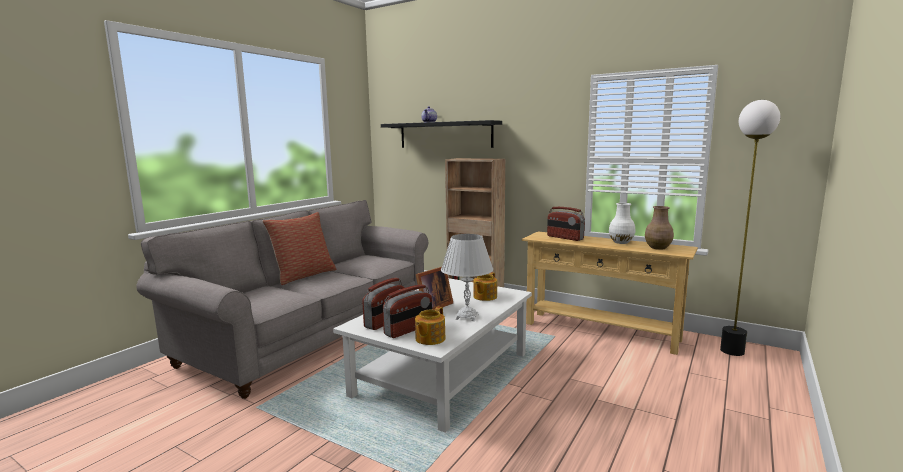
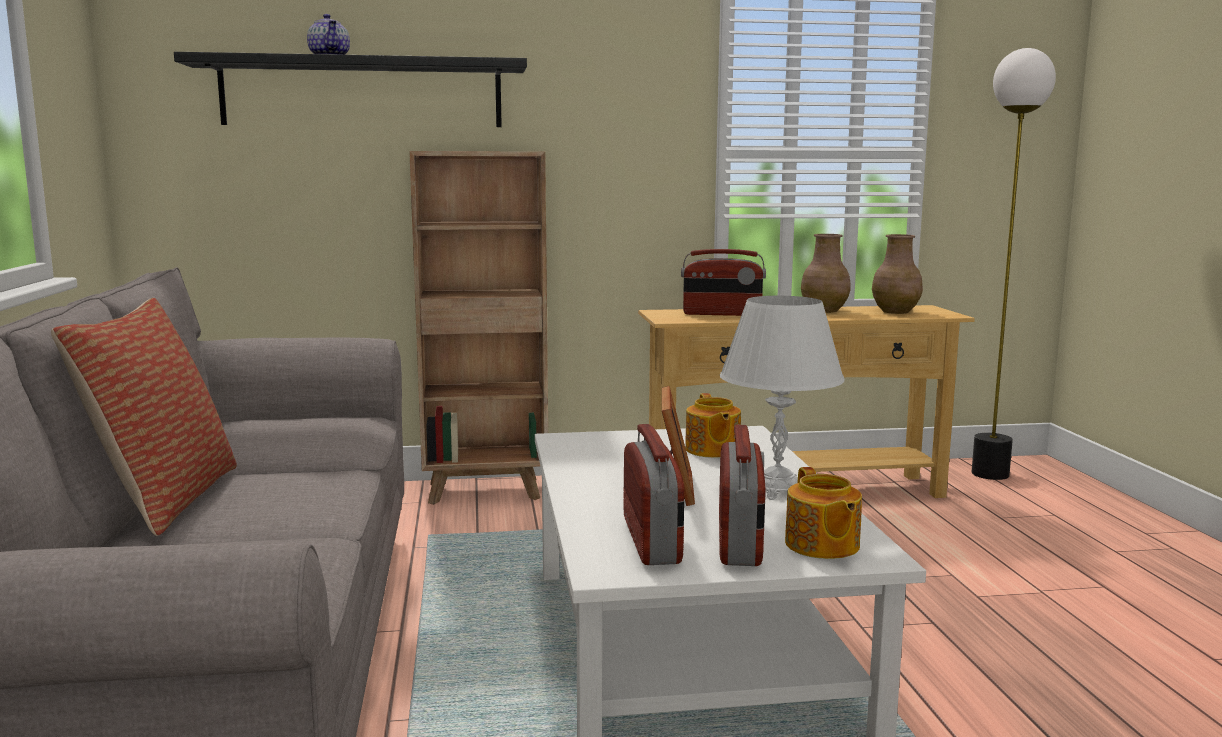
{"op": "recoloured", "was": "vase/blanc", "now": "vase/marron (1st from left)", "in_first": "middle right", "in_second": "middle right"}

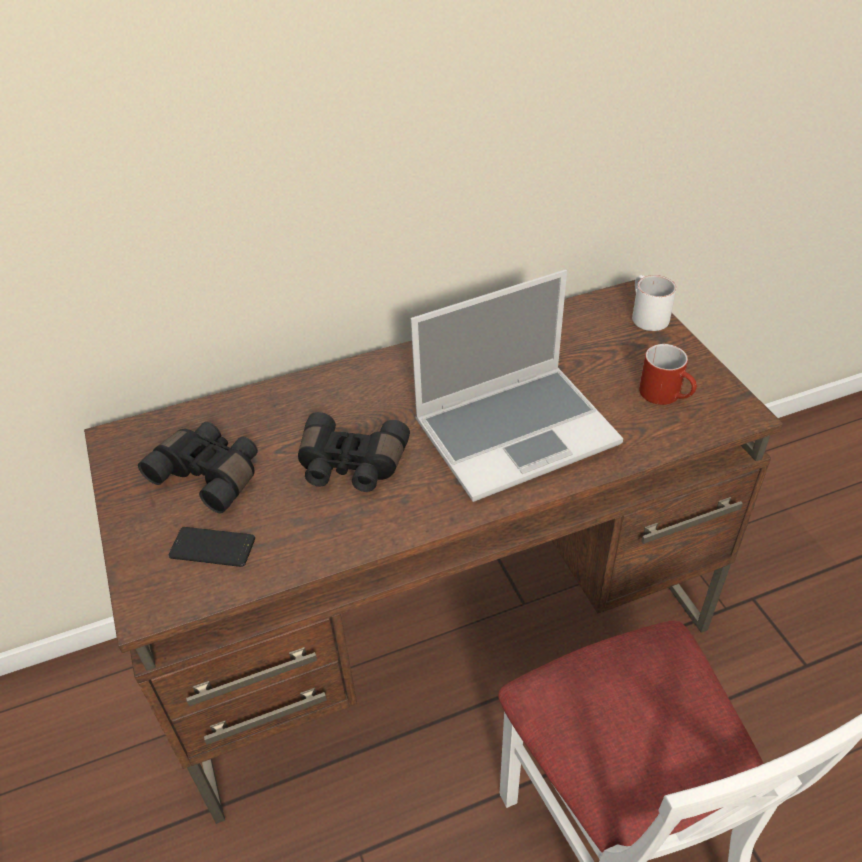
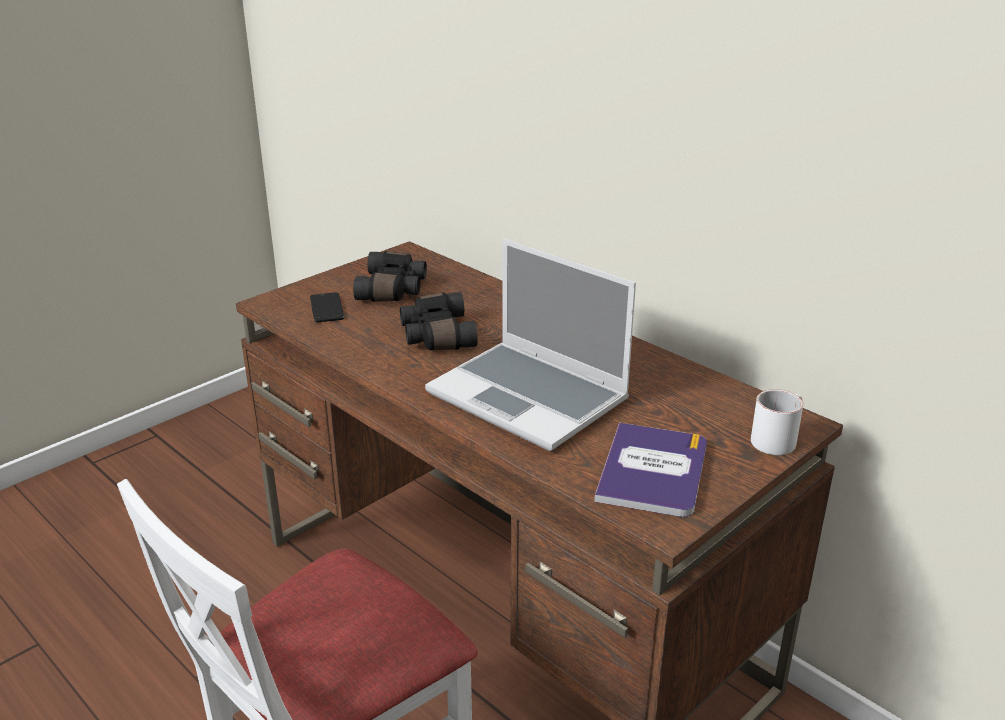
{"op": "replaced", "was": "mug/rouge", "now": "livre", "in_first": "middle right", "in_second": "centre"}

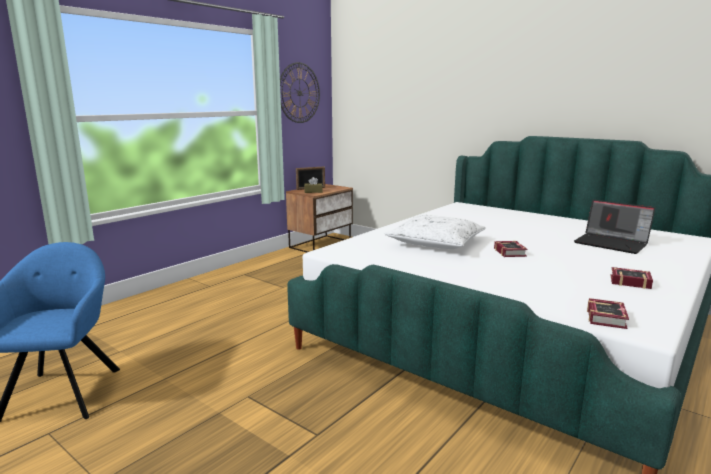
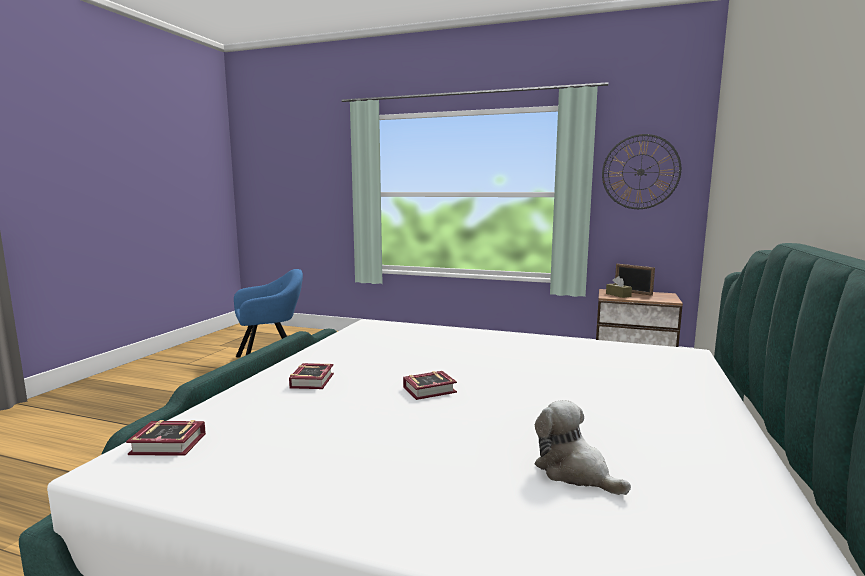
{"op": "moved", "was": "livre (3rd from left in the first image)", "now": "livre (2nd from left)", "in_first": "middle right", "in_second": "centre"}
{"op": "replaced", "was": "ordinateur portable", "now": "peluche", "in_first": "middle right", "in_second": "bottom right"}
{"op": "removed", "was": "coussin/blanc", "in_first": "centre"}

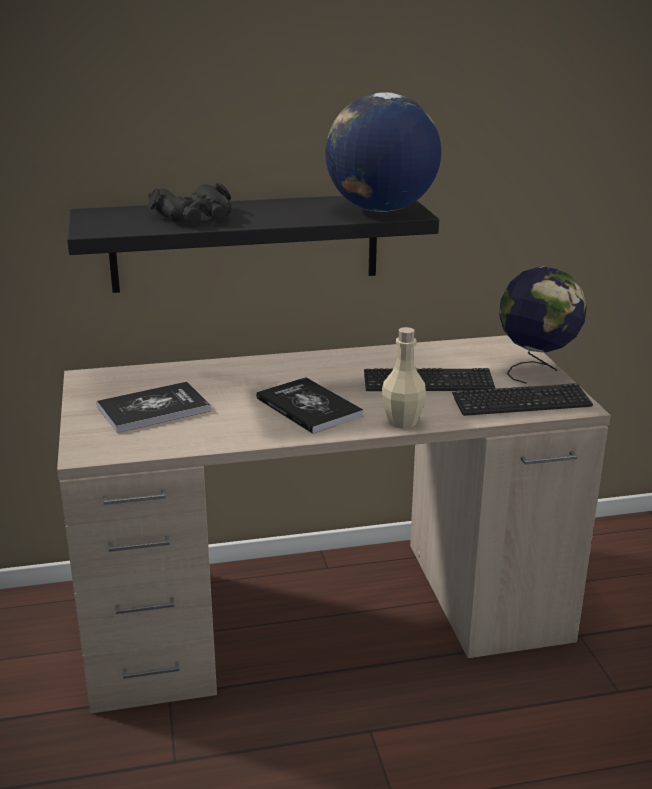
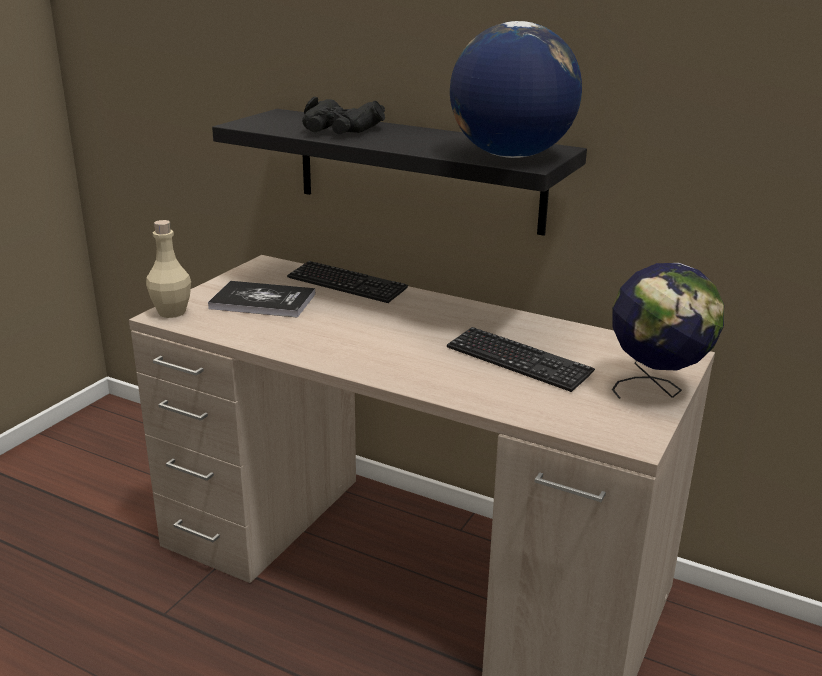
{"op": "moved", "was": "bouteille/beige", "in_first": "centre", "in_second": "middle left"}
{"op": "moved", "was": "clavier (2nd from left in the first image)", "now": "clavier (1st from left)", "in_first": "middle right", "in_second": "centre"}
{"op": "removed", "was": "livre (2nd from left)", "in_first": "centre"}

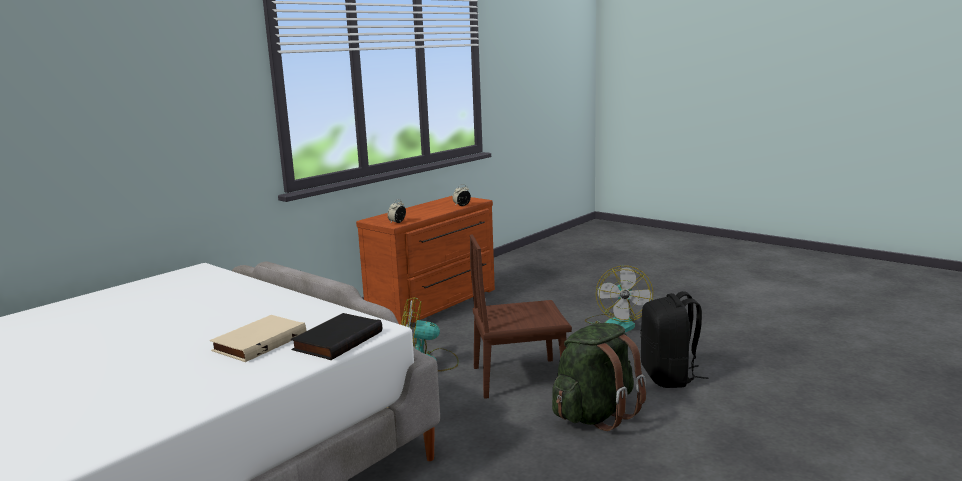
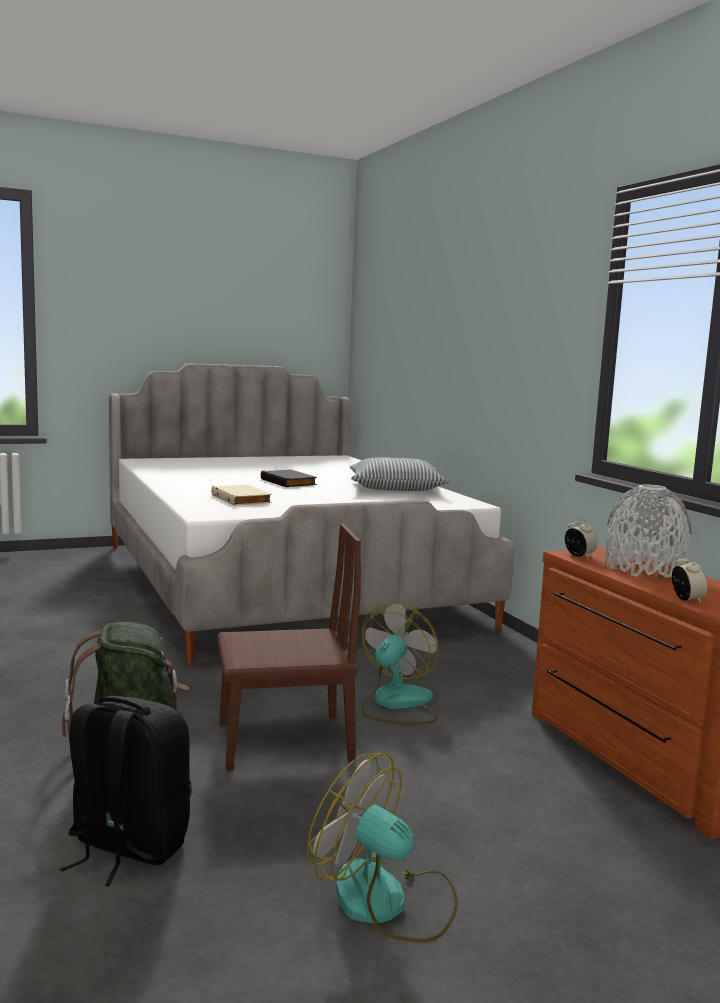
{"op": "turned", "was": "chaise/marron", "in_first": "centre", "in_second": "centre", "clockwise": 60}
{"op": "moved", "was": "livre/noir", "in_first": "bottom centre", "in_second": "centre"}
{"op": "added", "now": "coussin", "in_second": "centre"}
{"op": "added", "now": "vase/gris", "in_second": "middle right"}

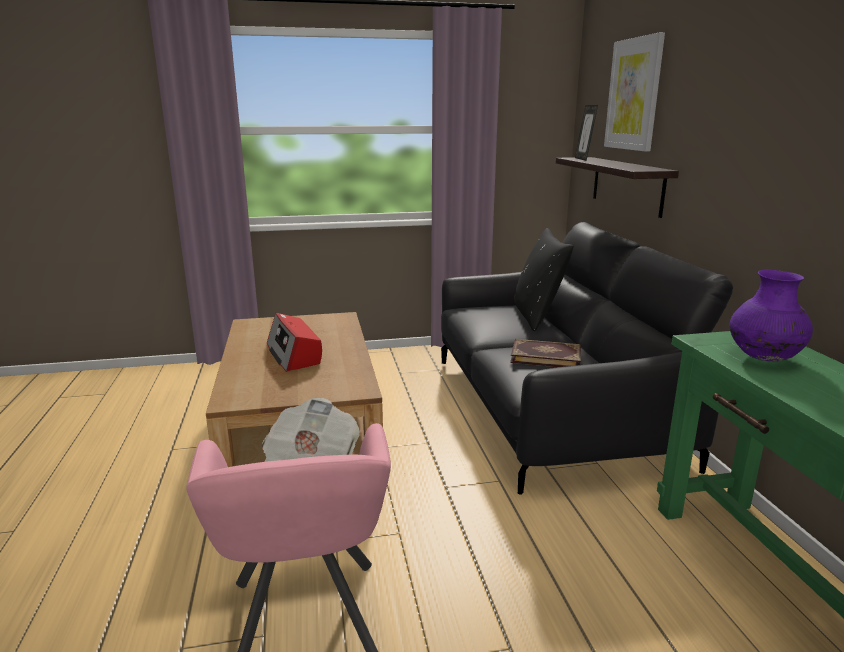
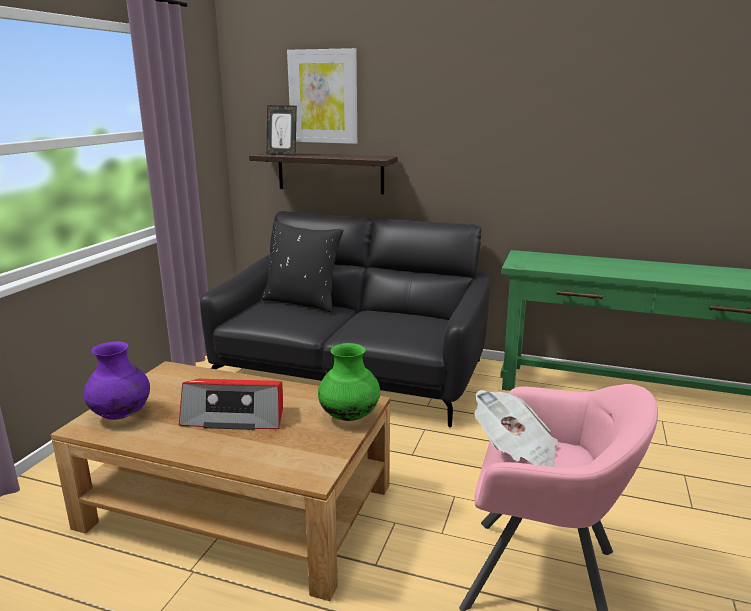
{"op": "moved", "was": "vase/violet", "in_first": "middle right", "in_second": "middle left"}
{"op": "added", "now": "vase/vert", "in_second": "centre"}
{"op": "removed", "was": "livre", "in_first": "centre"}

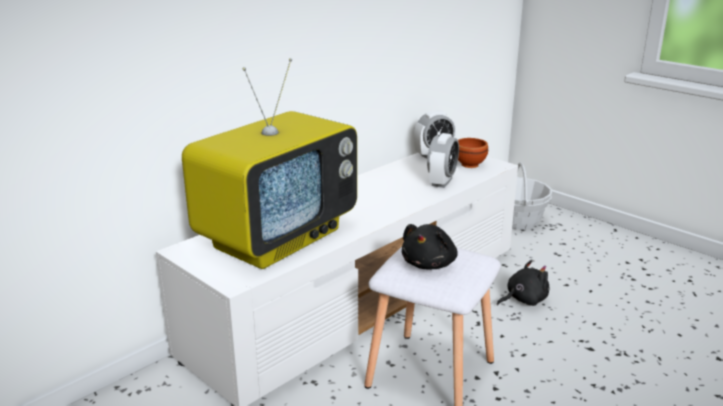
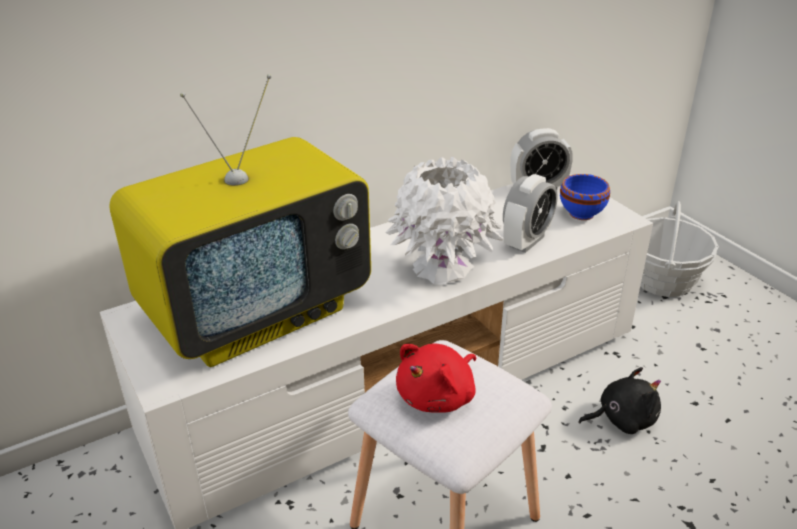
{"op": "added", "now": "vase/blanc", "in_second": "centre"}
{"op": "recoloured", "was": "peluche/noir (1st from left)", "now": "peluche/rouge", "in_first": "centre", "in_second": "bottom centre"}
{"op": "recoloured", "was": "bol/marron", "now": "bol/bleu", "in_first": "centre", "in_second": "middle right"}

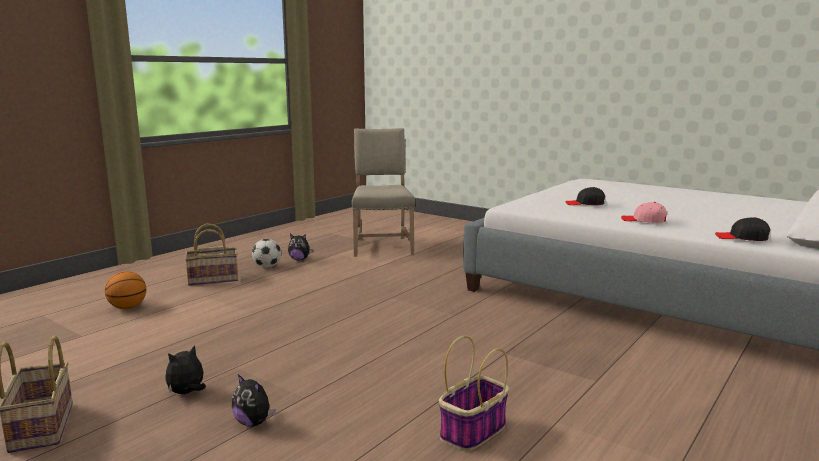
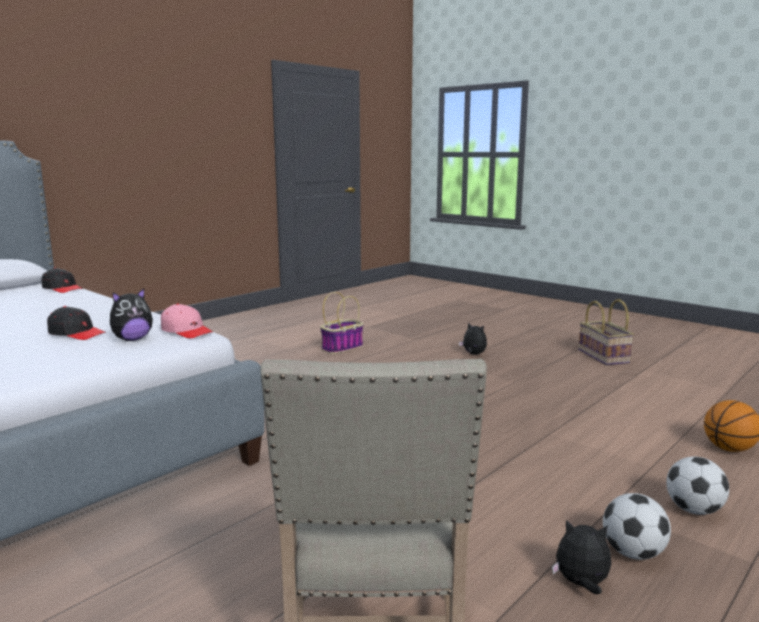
{"op": "moved", "was": "peluche (1st from left)", "in_first": "bottom left", "in_second": "middle left"}
{"op": "moved", "was": "casquette/rose", "in_first": "middle right", "in_second": "middle left"}
{"op": "replaced", "was": "panier (2nd from left)", "now": "ballon de foot (2nd from left)", "in_first": "middle left", "in_second": "bottom right"}

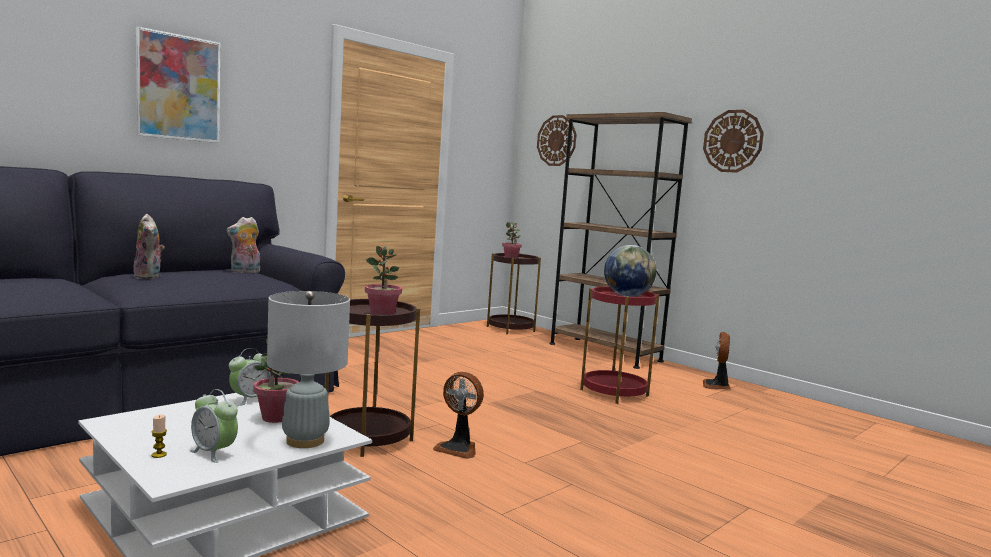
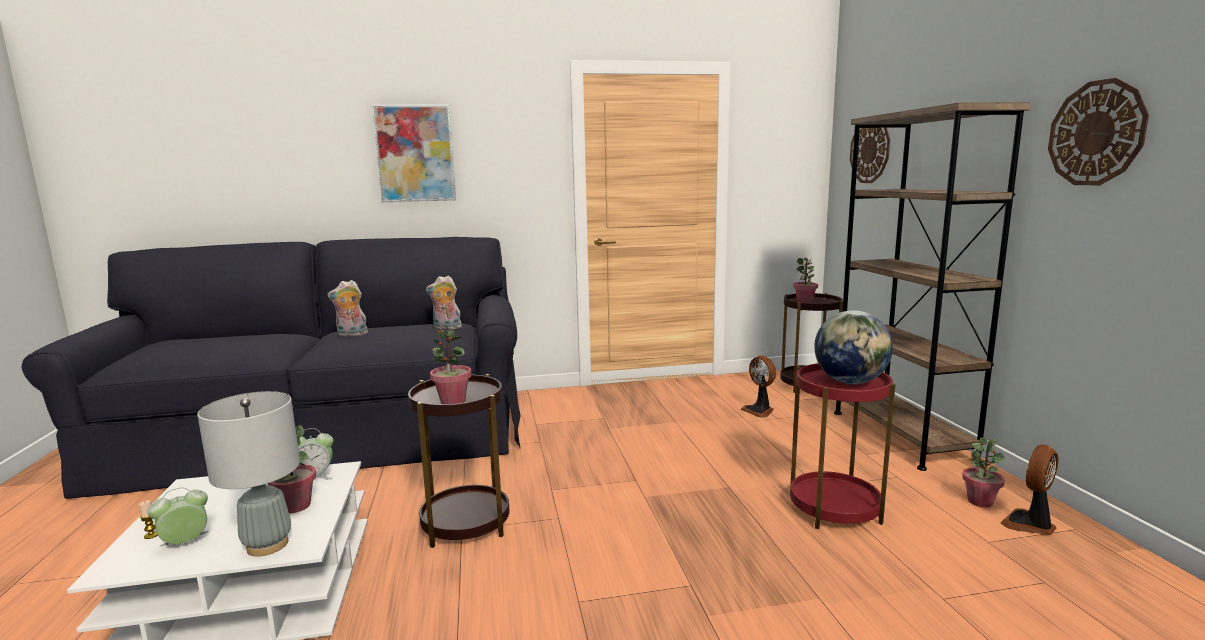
{"op": "turned", "was": "réveil (1st from left)", "in_first": "bottom left", "in_second": "bottom left", "clockwise": 75}
{"op": "turned", "was": "peluche (1st from left)", "in_first": "middle left", "in_second": "middle left", "clockwise": 75}
{"op": "moved", "was": "ventilateur (1st from left)", "in_first": "bottom centre", "in_second": "centre"}
{"op": "added", "now": "plante en pot (4th from left)", "in_second": "bottom right"}

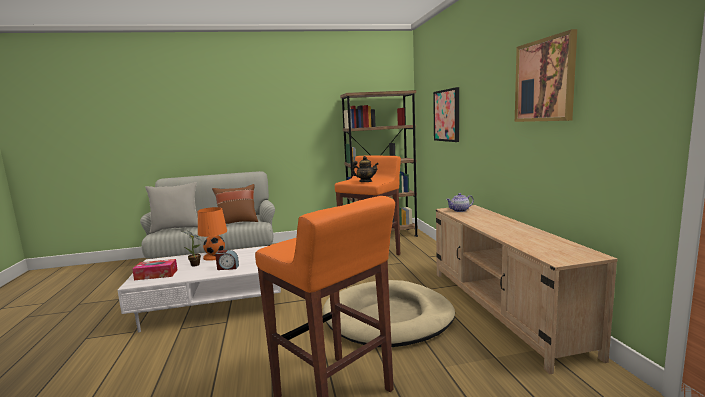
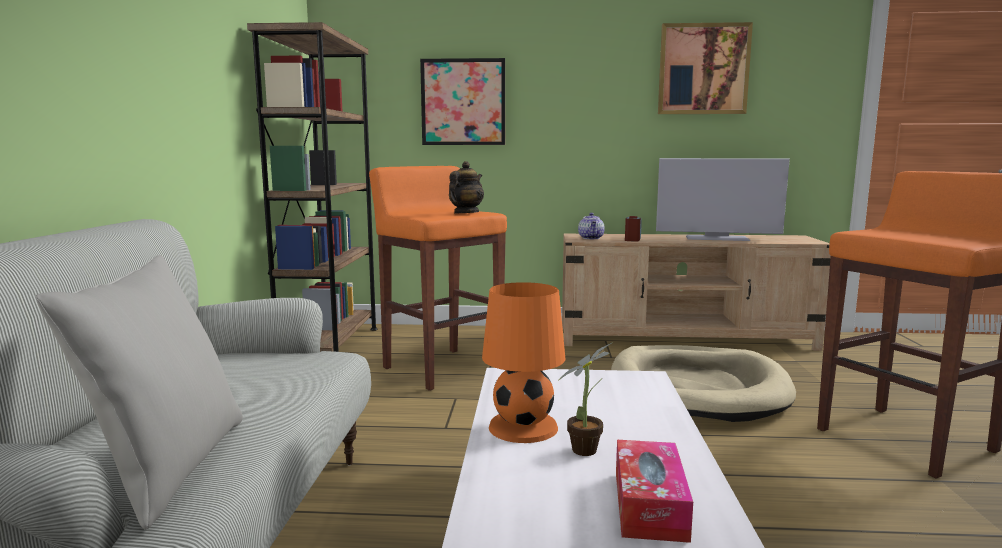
{"op": "moved", "was": "réveil", "in_first": "middle left", "in_second": "centre"}
{"op": "added", "now": "téléviseur", "in_second": "middle right"}
{"op": "removed", "was": "coussin/marron", "in_first": "centre"}

